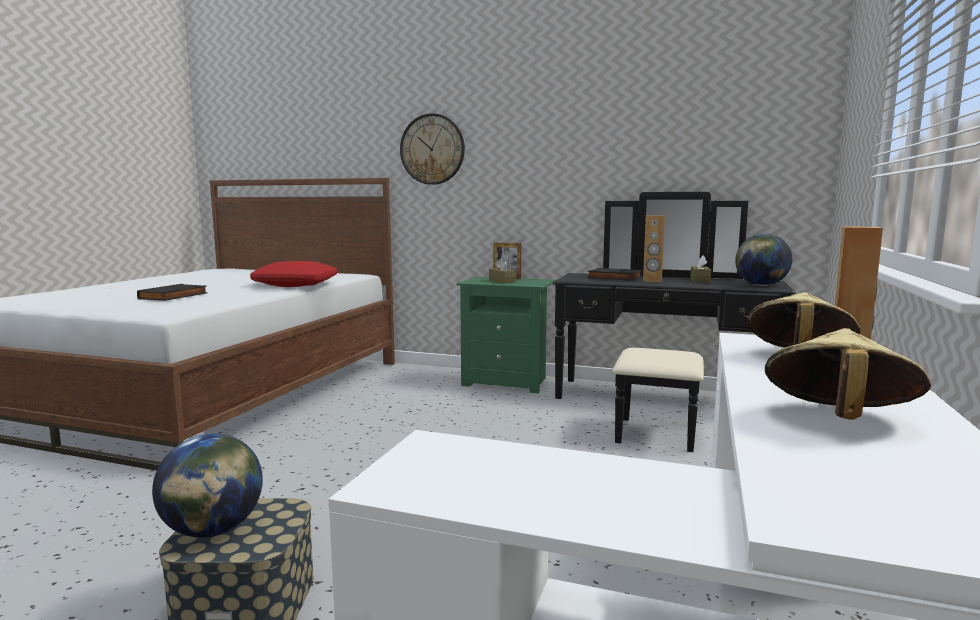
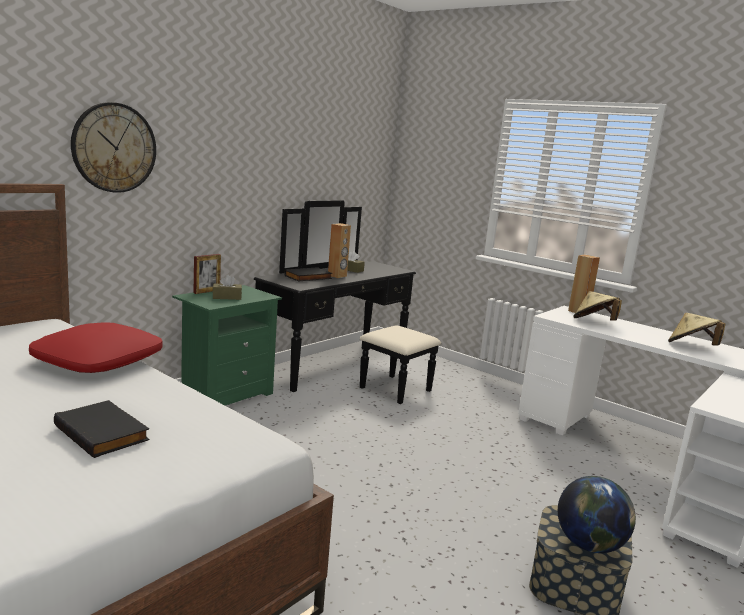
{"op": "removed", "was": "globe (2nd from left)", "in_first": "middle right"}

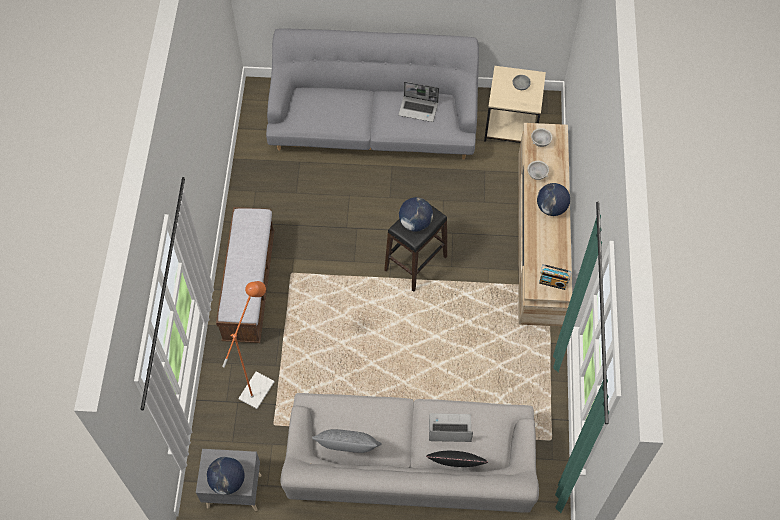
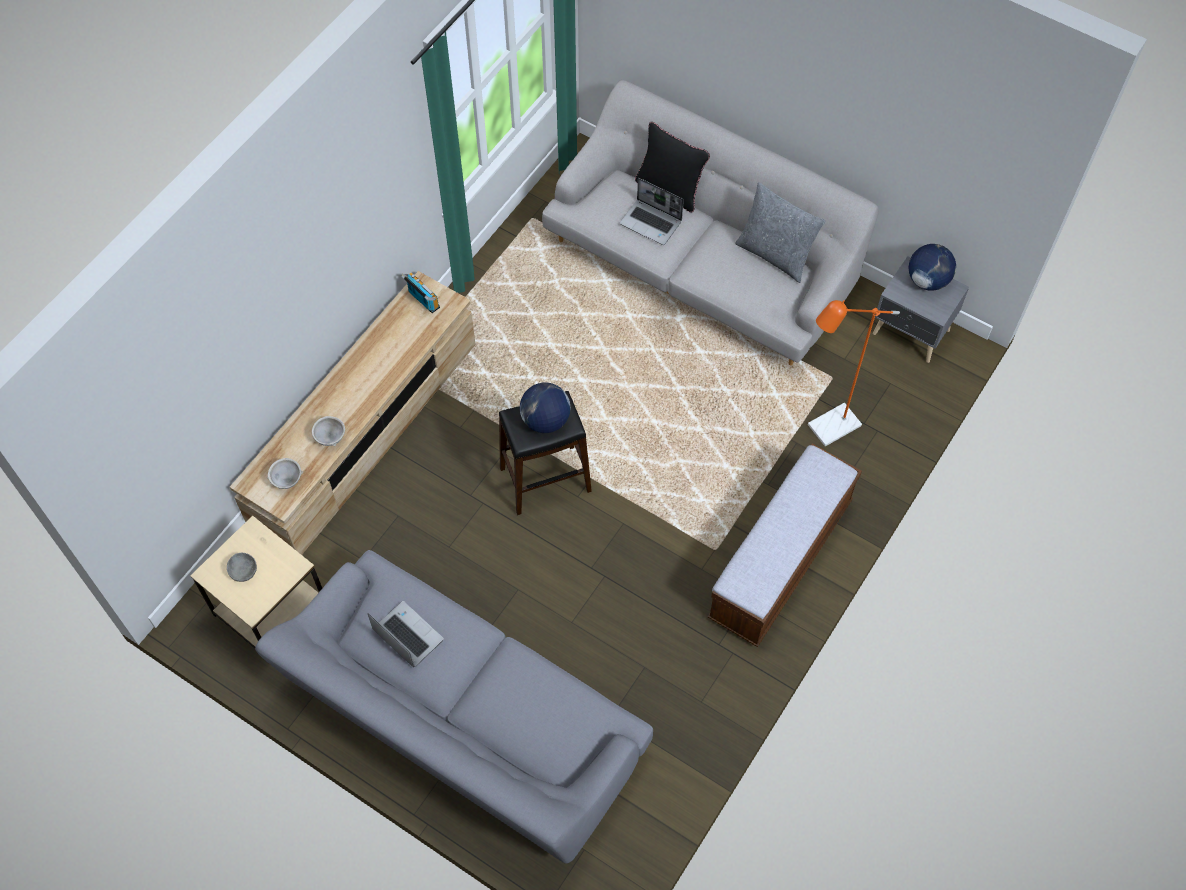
{"op": "removed", "was": "globe (3rd from left)", "in_first": "middle right"}

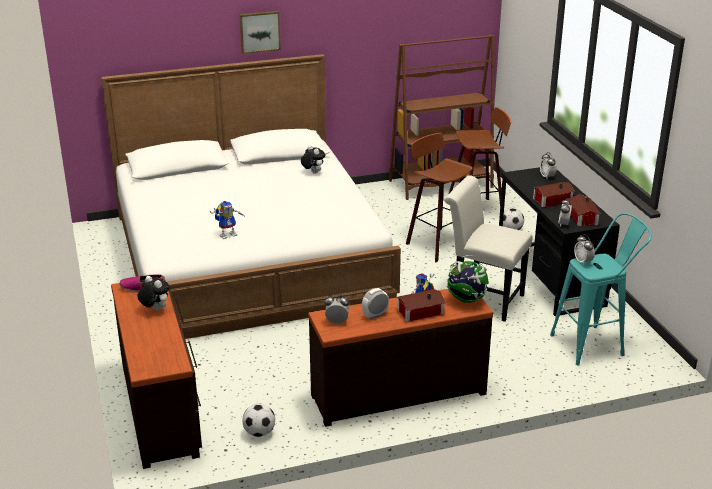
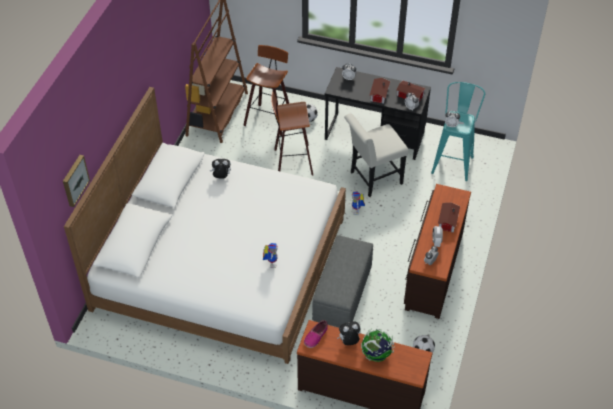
{"op": "moved", "was": "tableau", "in_first": "top centre", "in_second": "middle left"}
{"op": "added", "now": "pouf/gris", "in_second": "bottom centre"}
{"op": "moved", "was": "globe", "in_first": "centre", "in_second": "bottom centre"}

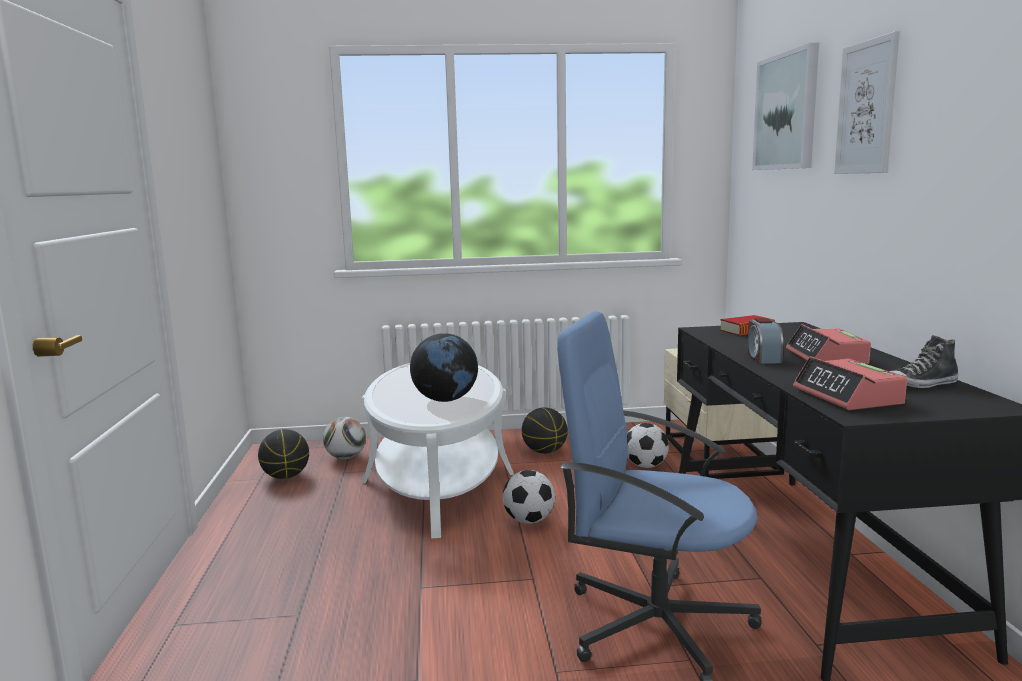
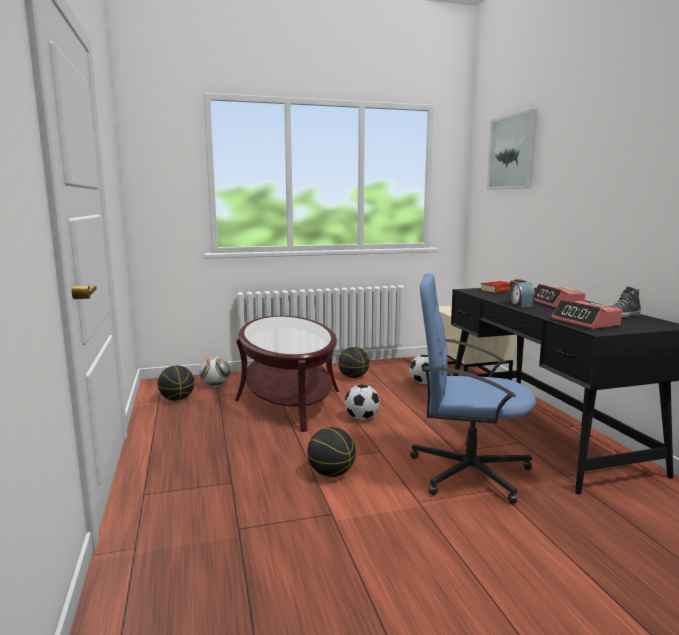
{"op": "recoloured", "was": "table basse/blanc", "now": "table basse/marron", "in_first": "centre", "in_second": "centre"}
{"op": "added", "now": "ballon de basket (2nd from left)", "in_second": "bottom centre"}
{"op": "removed", "was": "globe", "in_first": "centre"}
{"op": "removed", "was": "tableau (2nd from left)", "in_first": "top right"}

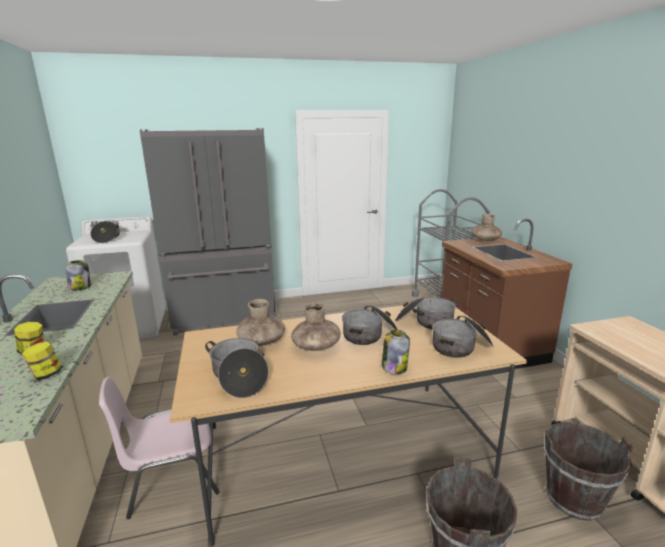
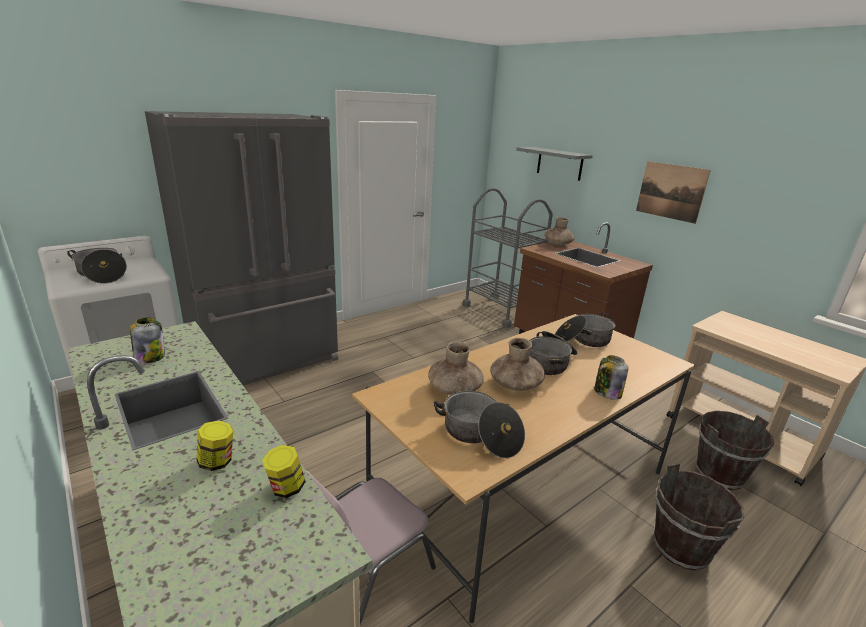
{"op": "added", "now": "étagère/gris", "in_second": "top centre"}
{"op": "added", "now": "tableau", "in_second": "top right"}
{"op": "removed", "was": "marmite (5th from left)", "in_first": "middle right"}

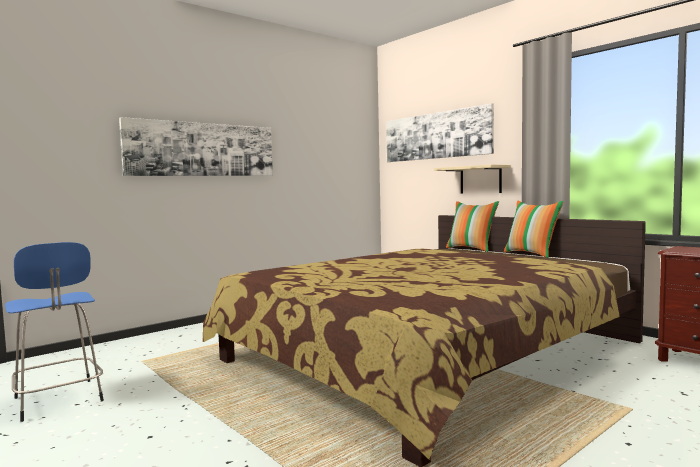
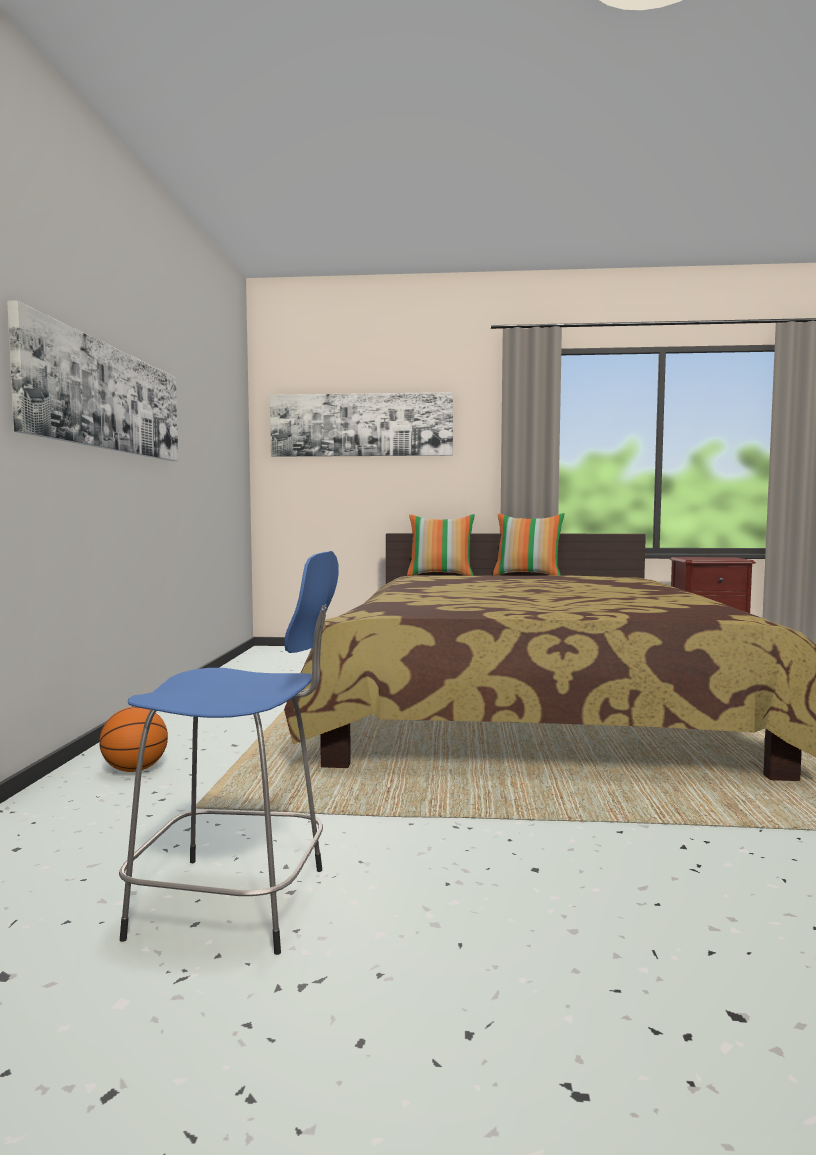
{"op": "added", "now": "ballon de basket", "in_second": "middle left"}
{"op": "removed", "was": "étagère/beige", "in_first": "middle right"}

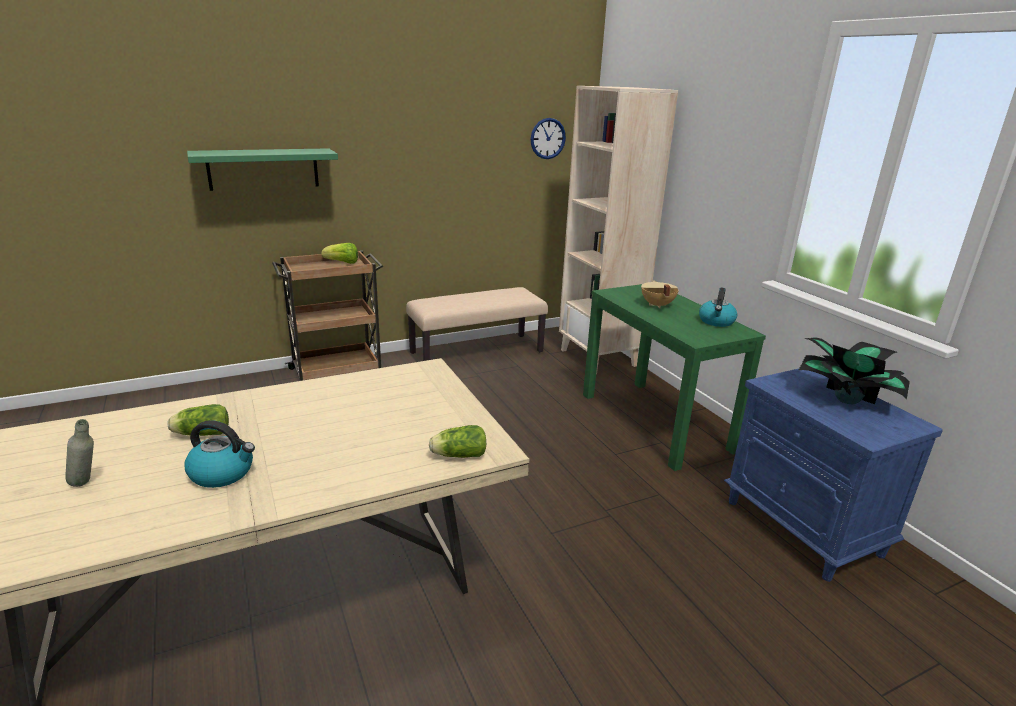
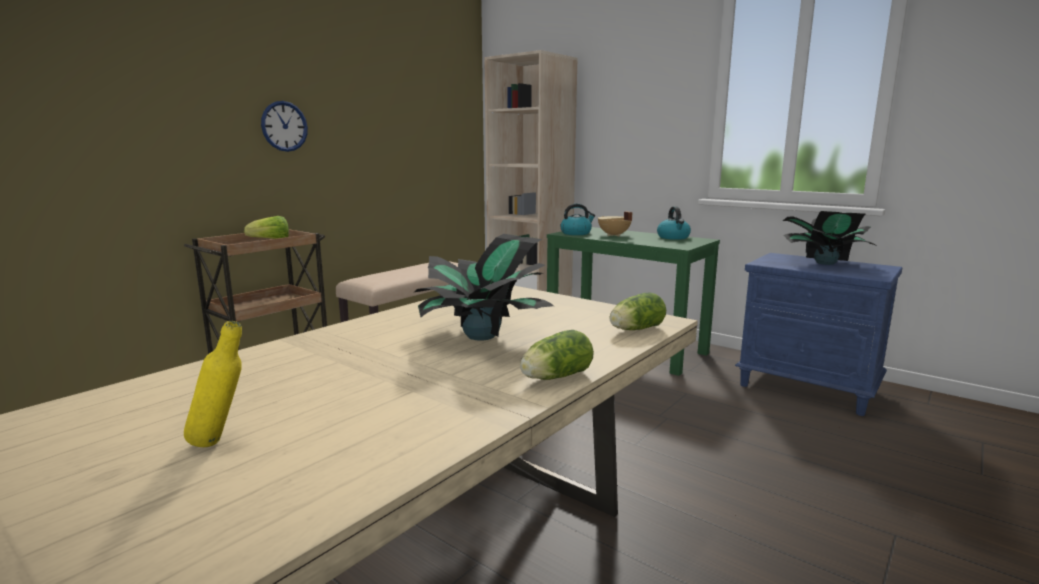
{"op": "recoloured", "was": "bouteille/gris", "now": "bouteille/jaune", "in_first": "middle left", "in_second": "middle left"}
{"op": "moved", "was": "horloge murale", "in_first": "top centre", "in_second": "top left"}
{"op": "added", "now": "plante en pot (1st from left)", "in_second": "centre"}
{"op": "moved", "was": "laitue (1st from left in the first image)", "now": "laitue (2nd from left)", "in_first": "middle left", "in_second": "centre"}
{"op": "moved", "was": "bouilloire (1st from left)", "in_first": "middle left", "in_second": "centre"}
{"op": "removed", "was": "étagère/vert", "in_first": "top left"}

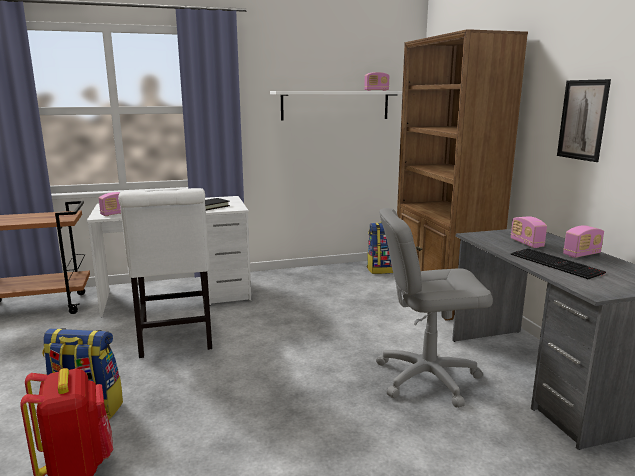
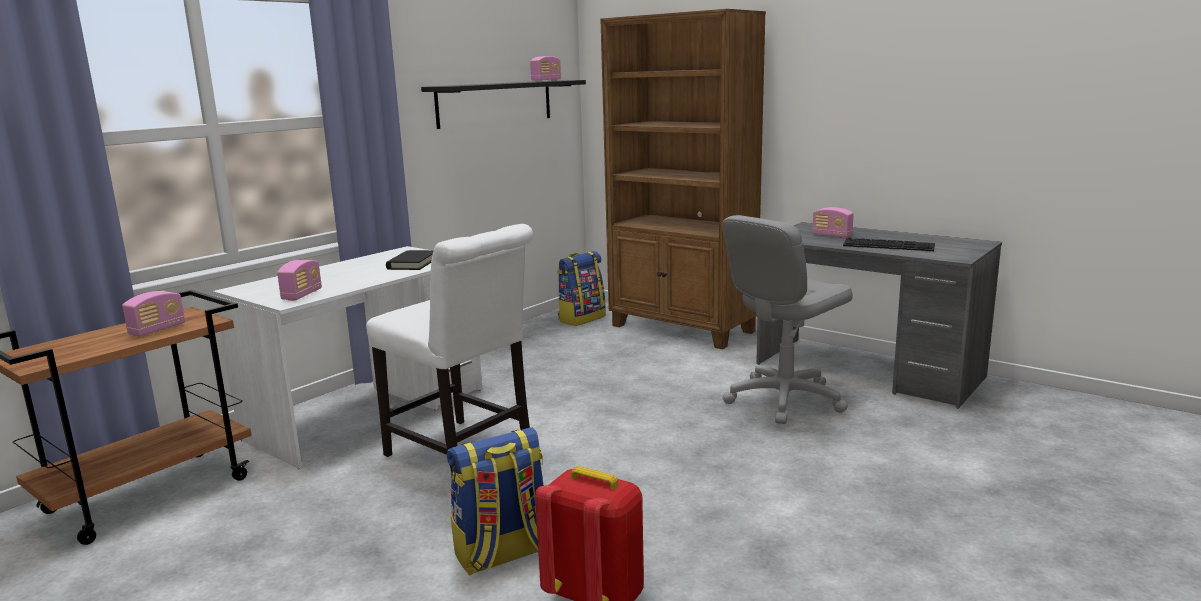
{"op": "moved", "was": "radio (4th from left in the first image)", "now": "radio (1st from left)", "in_first": "middle right", "in_second": "middle left"}
{"op": "recoloured", "was": "étagère/blanc", "now": "étagère/noir", "in_first": "top centre", "in_second": "top centre"}
{"op": "removed", "was": "tableau", "in_first": "top right"}

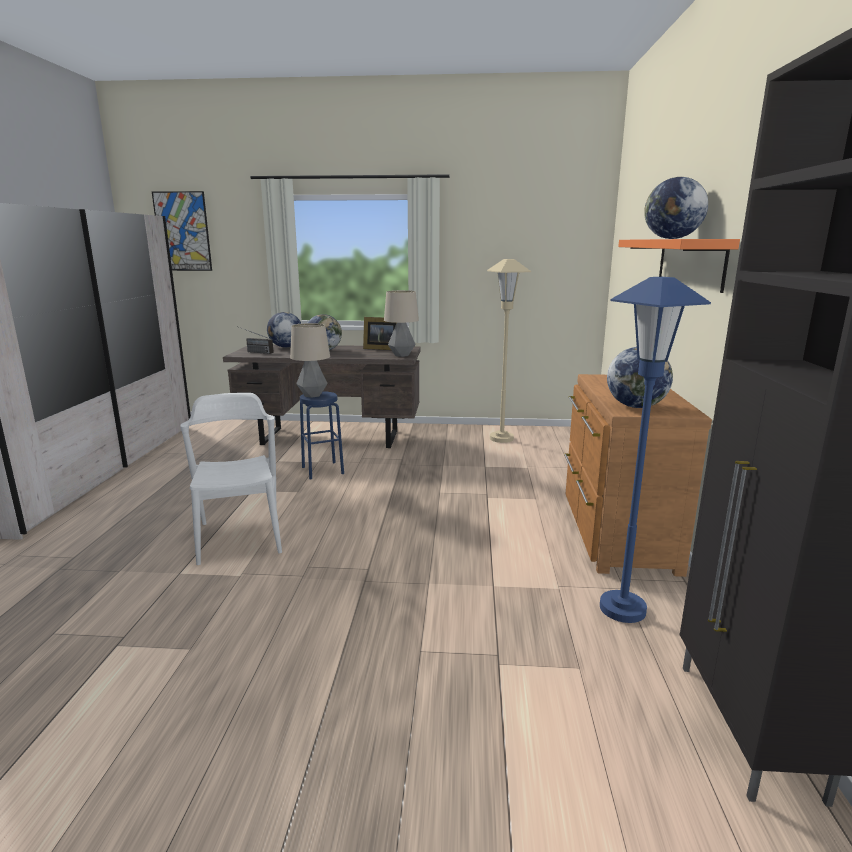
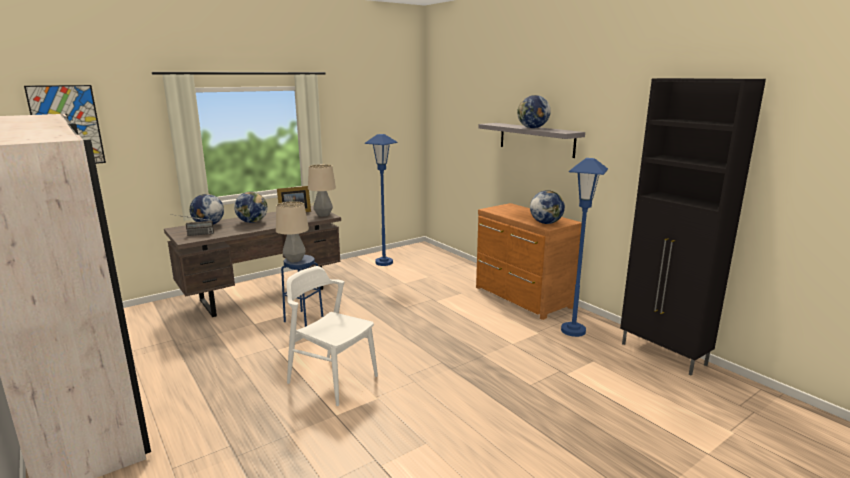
{"op": "recoloured", "was": "lampadaire/beige", "now": "lampadaire/bleu (1st from left)", "in_first": "centre", "in_second": "centre"}
{"op": "recoloured", "was": "étagère/orange", "now": "étagère/gris", "in_first": "top right", "in_second": "top centre"}

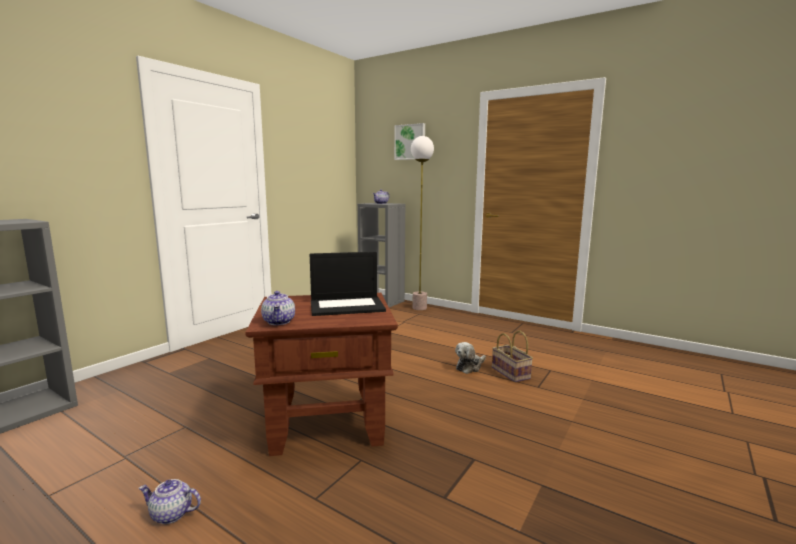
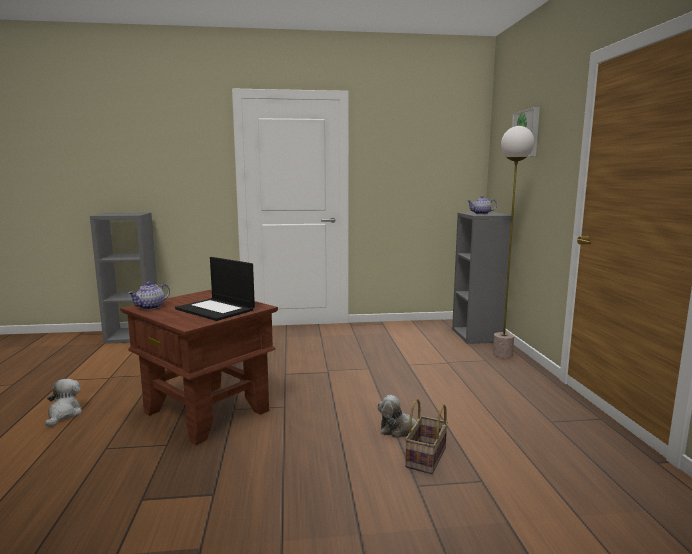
{"op": "replaced", "was": "théière (1st from left)", "now": "peluche (1st from left)", "in_first": "bottom left", "in_second": "bottom left"}

